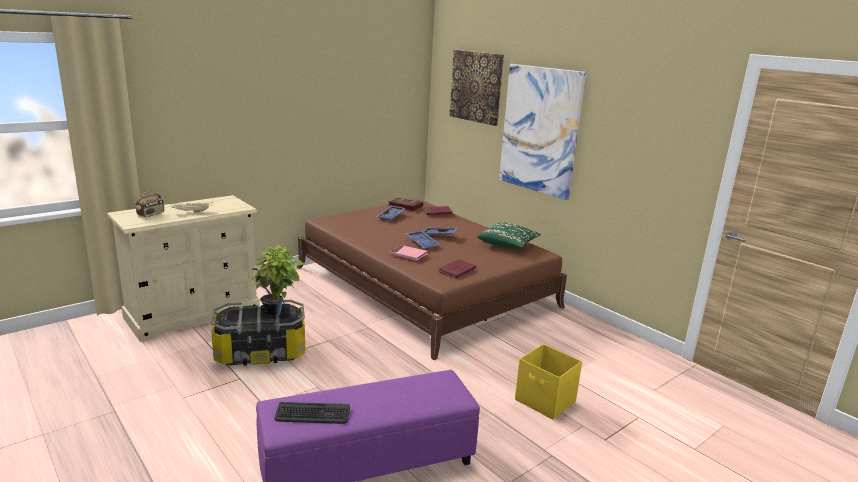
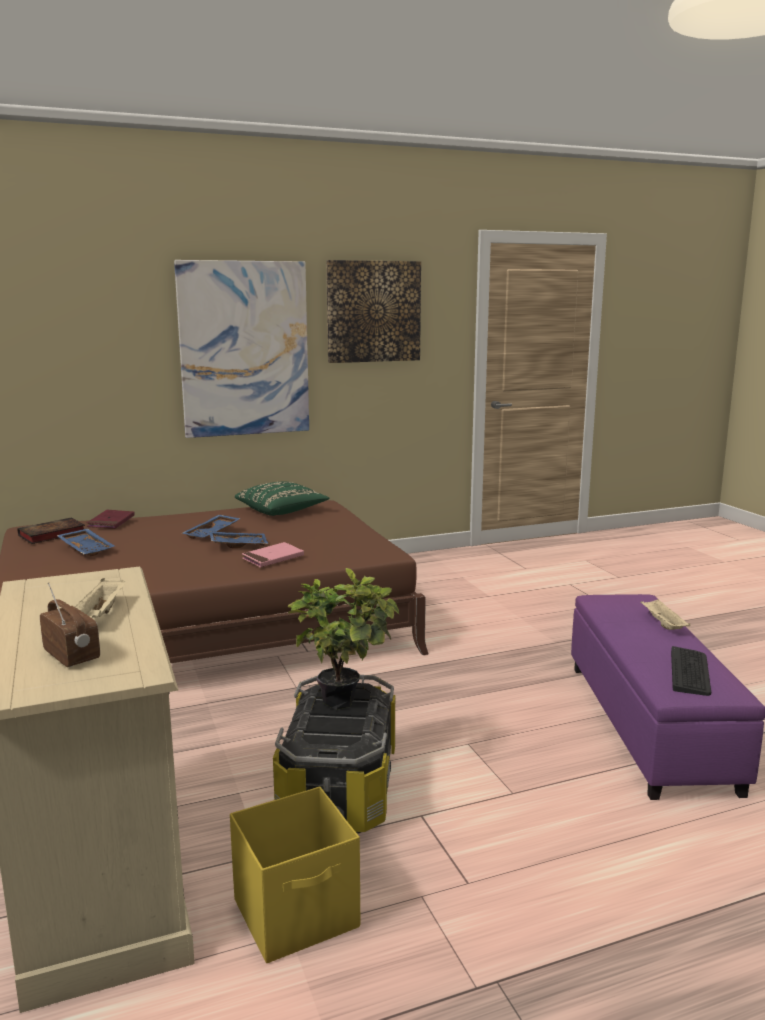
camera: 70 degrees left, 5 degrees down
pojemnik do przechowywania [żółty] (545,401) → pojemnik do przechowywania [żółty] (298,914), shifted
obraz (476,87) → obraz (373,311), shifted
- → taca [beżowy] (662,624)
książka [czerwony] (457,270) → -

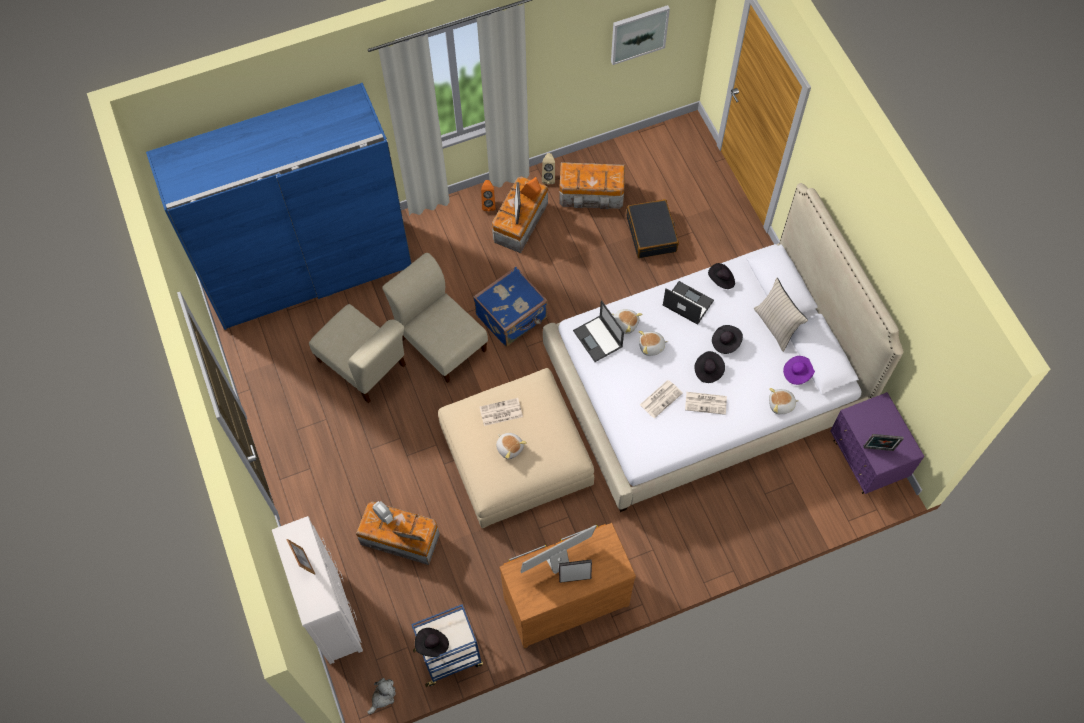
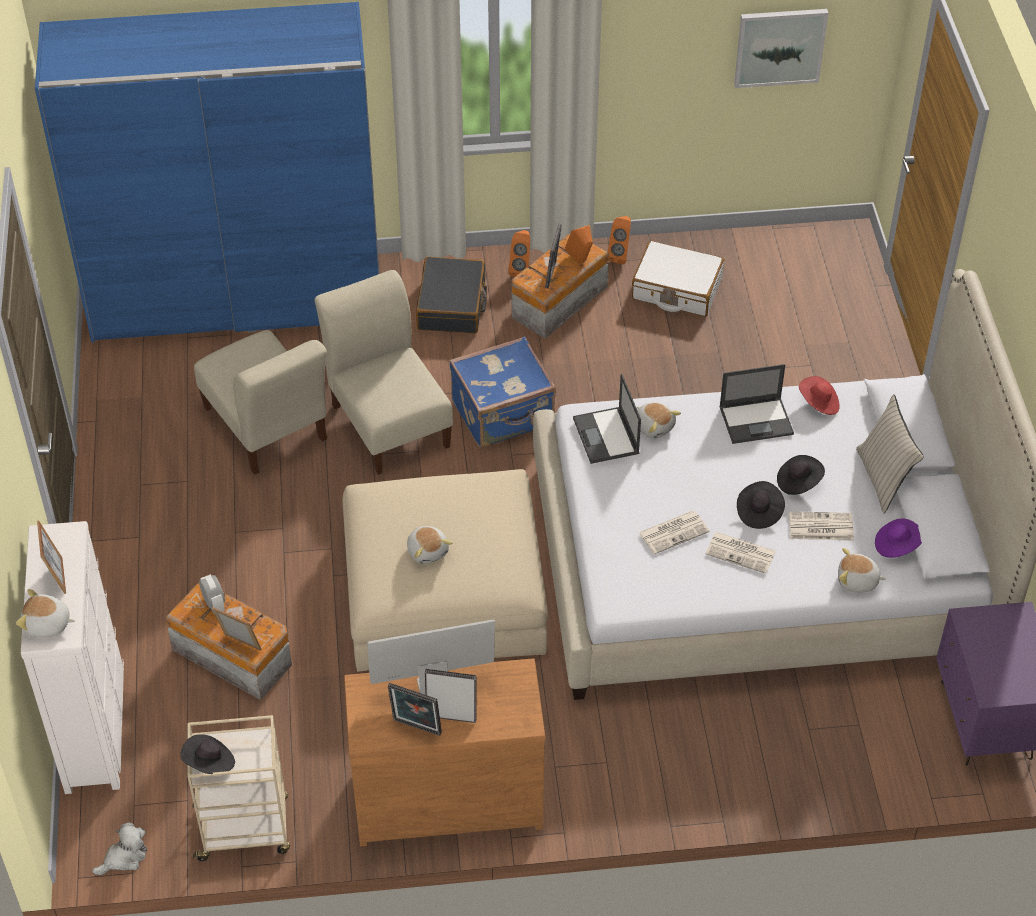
camera: 15 degrees right, 15 degrees down
pluszak (651,347) → pluszak (47,625), shifted
wózek [niebieski] (450,656) → wózek [beżowy] (245,829)
ramka na zdjęcie (878,450) → ramka na zdjęcie (416,729), shifted
walizka [czarny] (651,234) → walizka [czarny] (452,305), shifted
głośnik [beżowy] (548,177) → głośnik [pomarańczowy] (620,255)
pojemnik do przechowywania (592,194) → walizka [biały] (676,289)
laptop (687,303) → laptop (757,420), 120 degrees clockwise
gazeta (500,412) → gazeta (820,527), shifted
kapelusz [czarny] (721,280) → kapelusz [czerwony] (819,404)

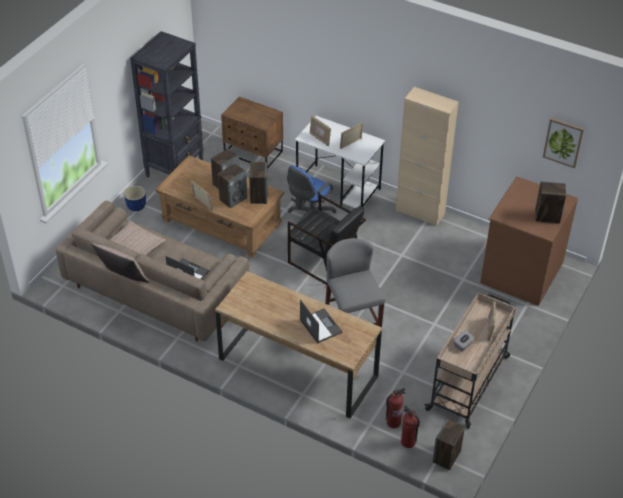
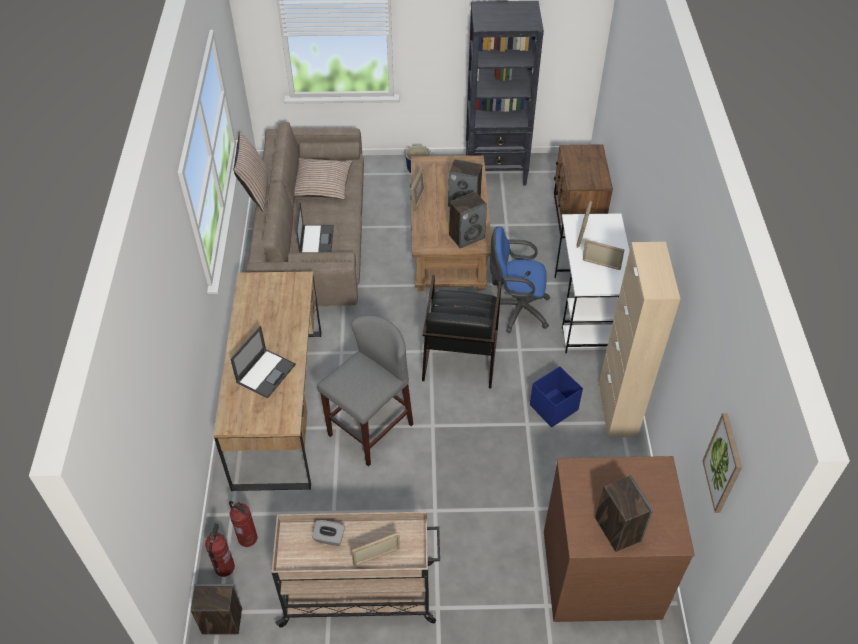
camera: 60 degrees right, 5 degrees up
- → pojemnik do przechowywania [niebieski] (553,408)
głośnik (233,199) → -

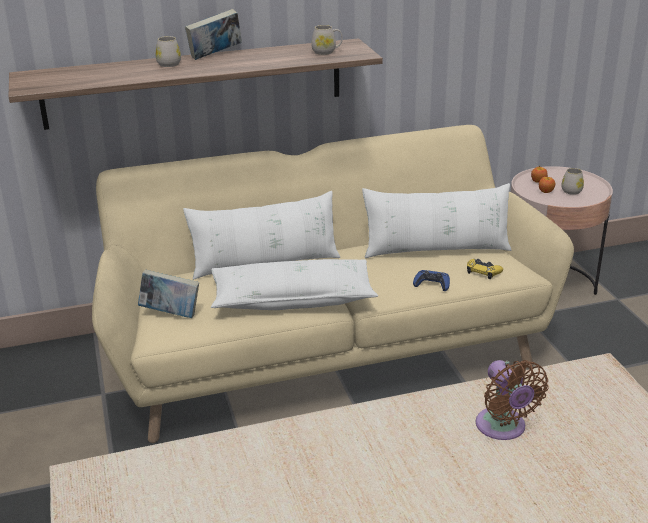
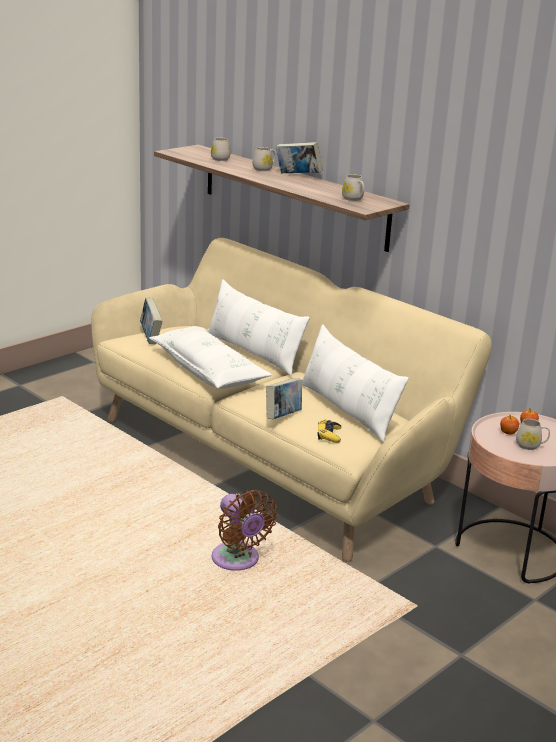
camera: 60 degrees right, 5 degrees down
- → kubek [biały] (219,158)
wentylator [brązowy] (503,428) → wentylator [brązowy] (238,560), 75 degrees counterclockwise
pad do gier [niebieski] (432,284) → książka (283,416)

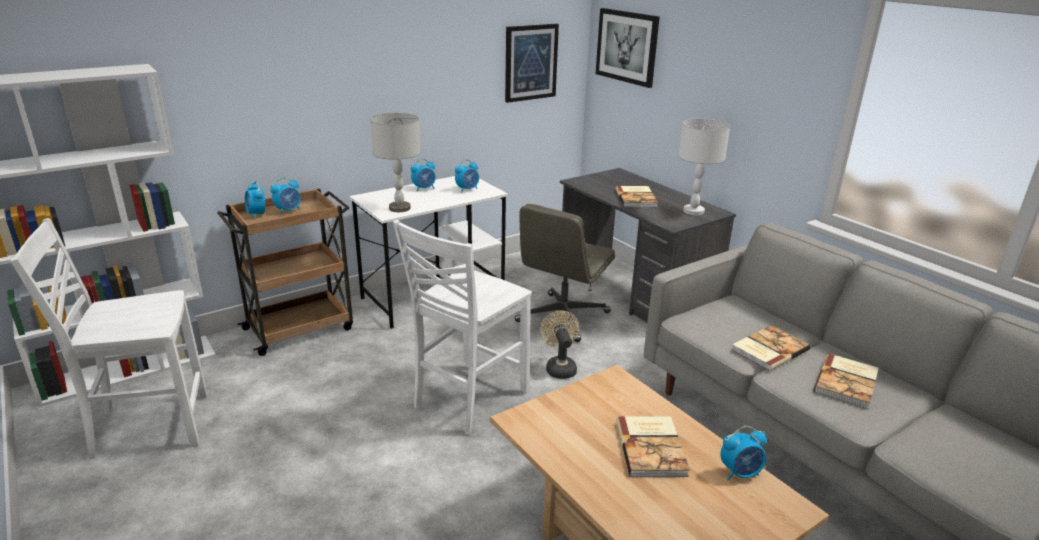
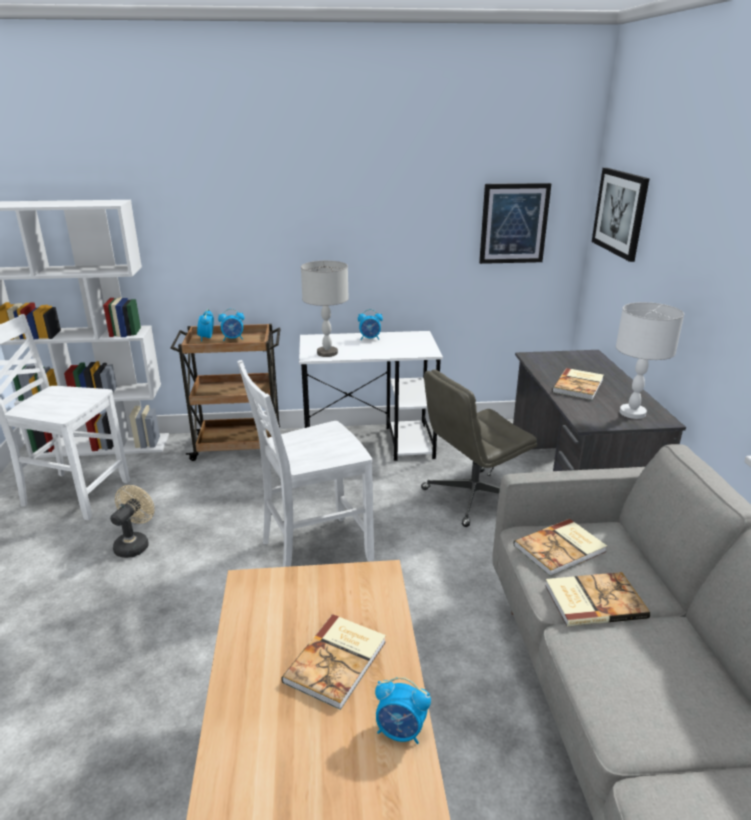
camera: 30 degrees right, 0 degrees up
wentylator [beżowy] (559,367) → wentylator [beżowy] (135,544), shifted
książka (847,382) → książka (561,549), shifted
budzik (467,189) → -

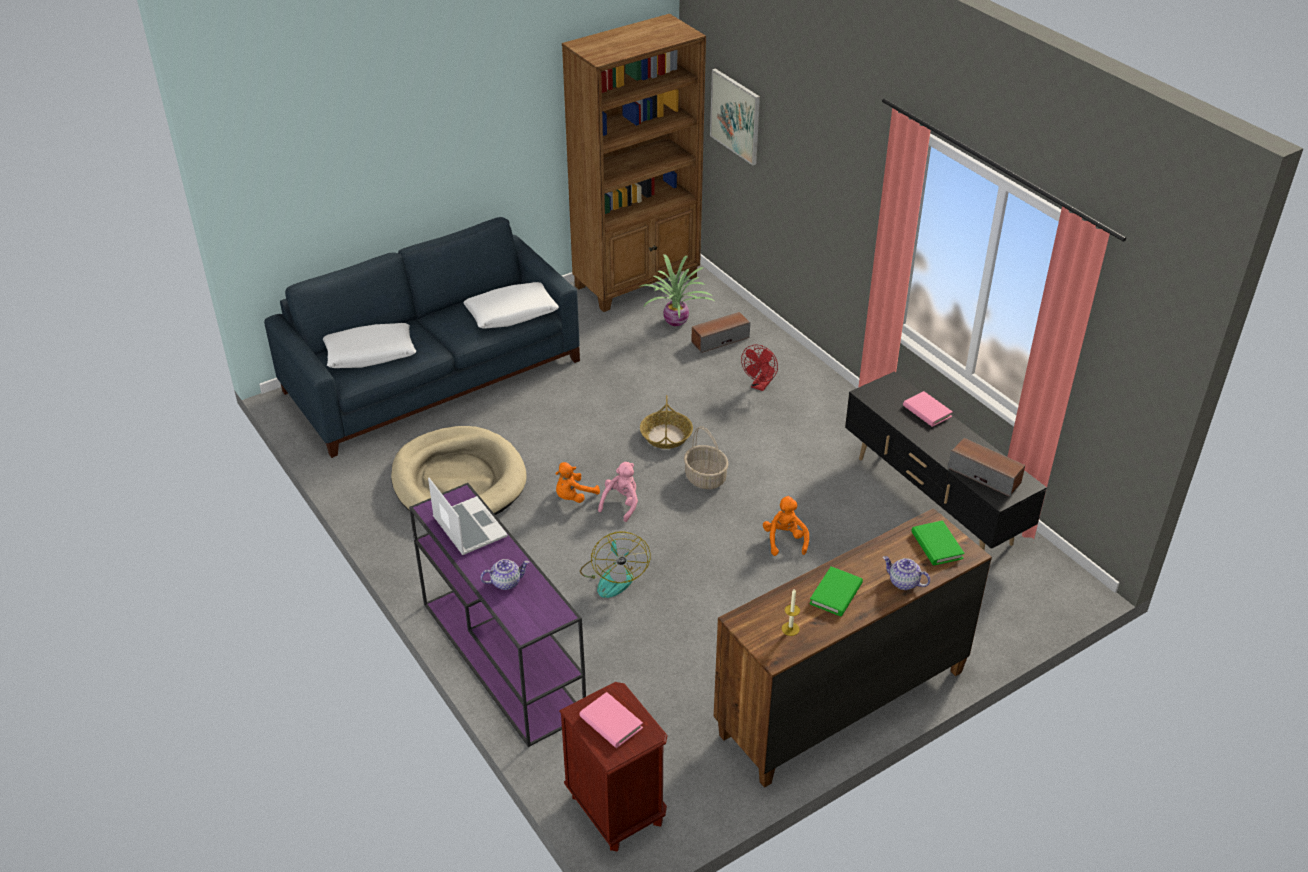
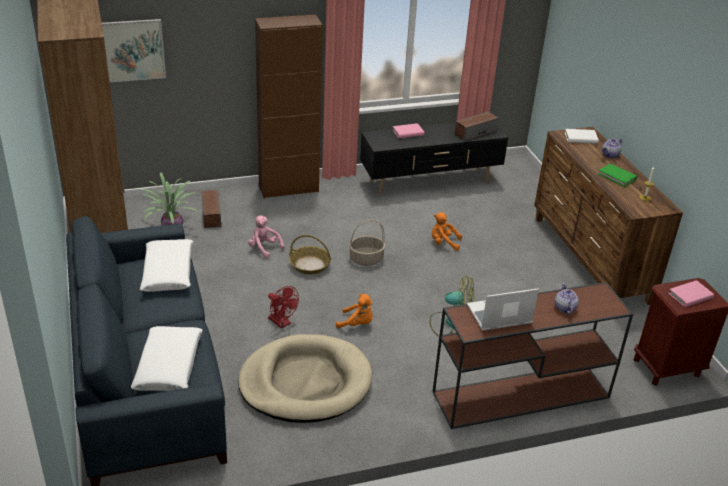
camera: 75 degrees left, 5 degrees down
pluszak [różowy] (621,504) → pluszak [różowy] (264,248), shifted
- → szafka [brązowy] (288,188)
wentylator [czerwony] (760,385) → wentylator [czerwony] (282,323), shifted
pluszak [pomarańczowy] (574,497) → pluszak [pomarańczowy] (357,324), 45 degrees counterclockwise
stolik konsolowy [fioletowy] (500,657) → stolik konsolowy [brązowy] (519,395)
książka [zielony] (936,545) → książka [biały] (581,138)

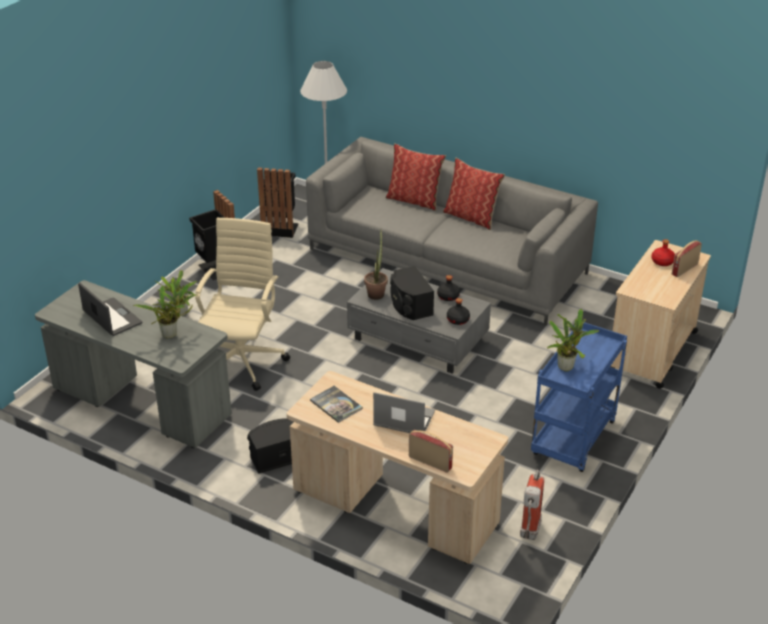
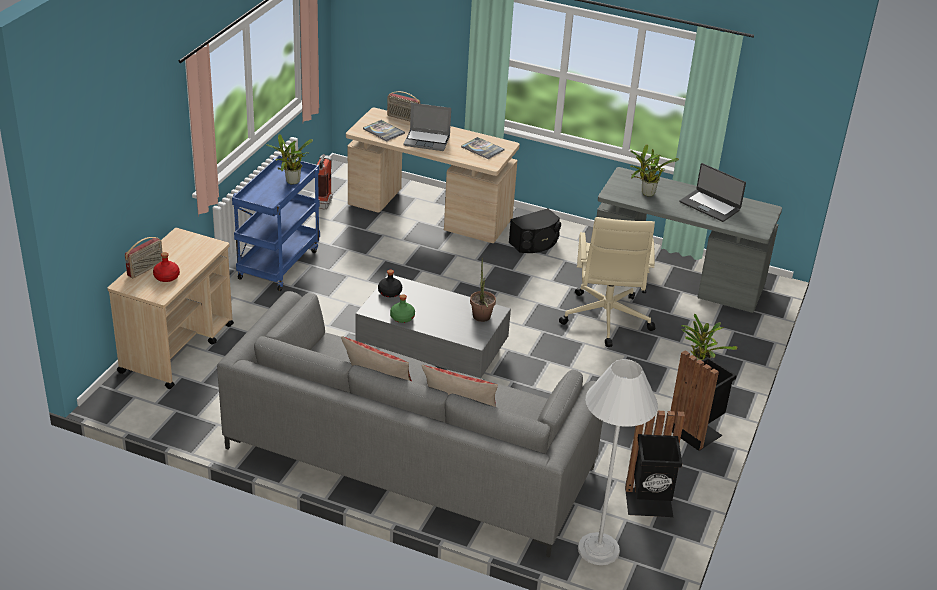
camera: 170 degrees right, 0 degrees up
- → książka (383,131)
butelka [czarny] (448,296) → butelka [zielony] (402,317)
głośnik [czarny] (410,305) → -

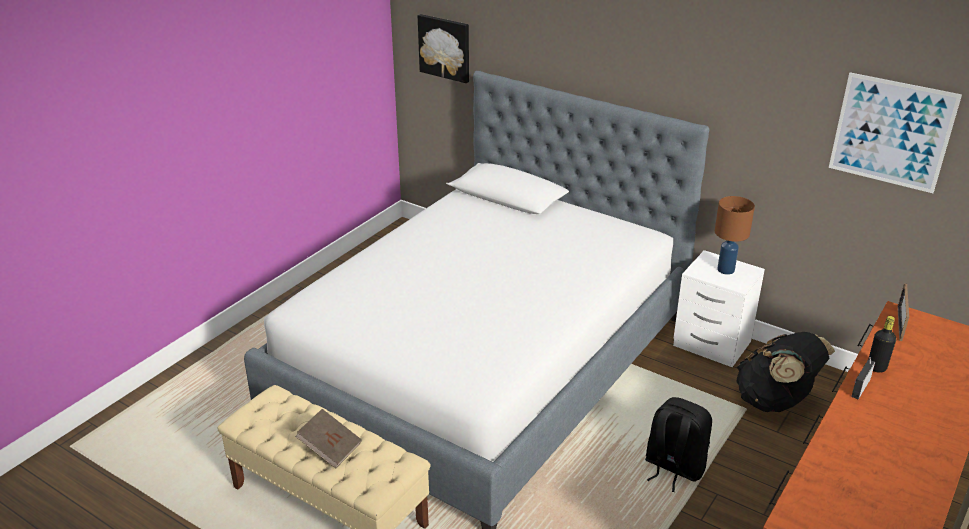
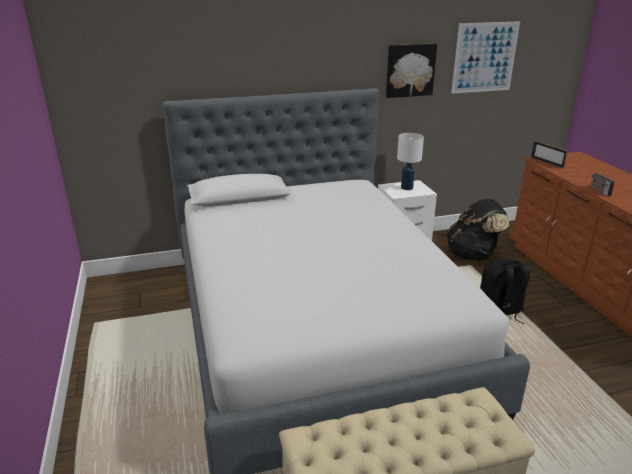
camera: 50 degrees left, 5 degrees down
obraz (445,47) → obraz (410,70), shifted
lampa stołowa [brązowy] (726,269) → lampa stołowa [biały] (406,187)
książka [brązowy] (330,448) → -
butelka [czarny] (876,368) → -

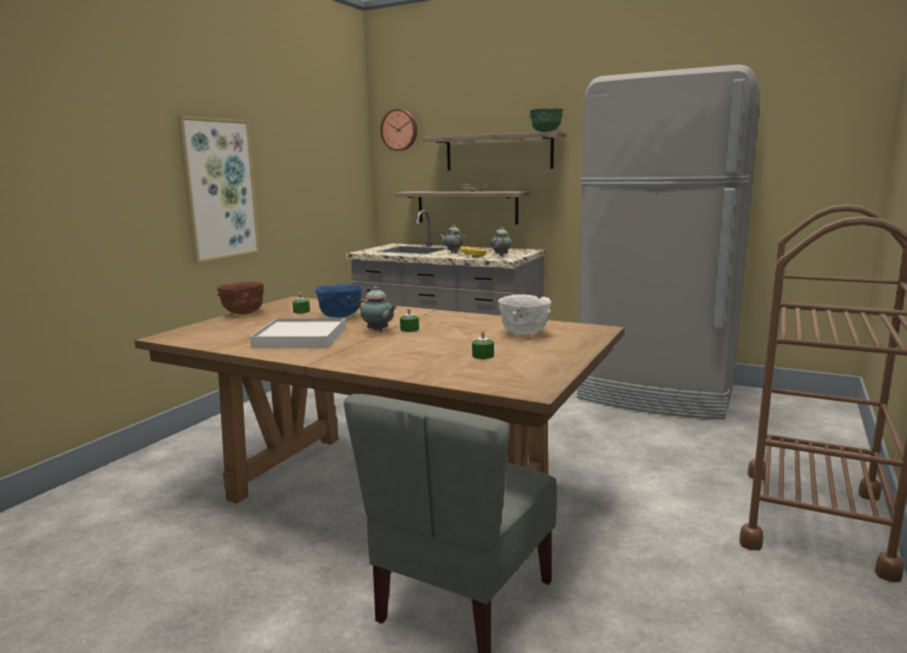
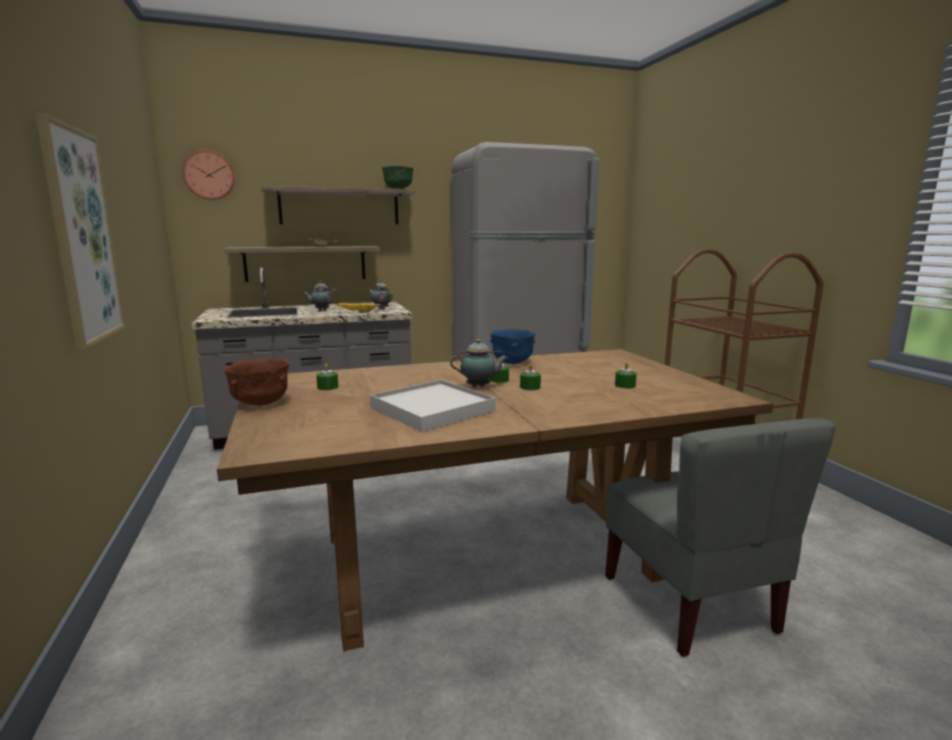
camera: 45 degrees left, 0 degrees up
miska [niebieski] (340,317) → miska [niebieski] (512,363), shifted
- → świeca [zielony] (530,387)
miska [biały] (524,333) → -

